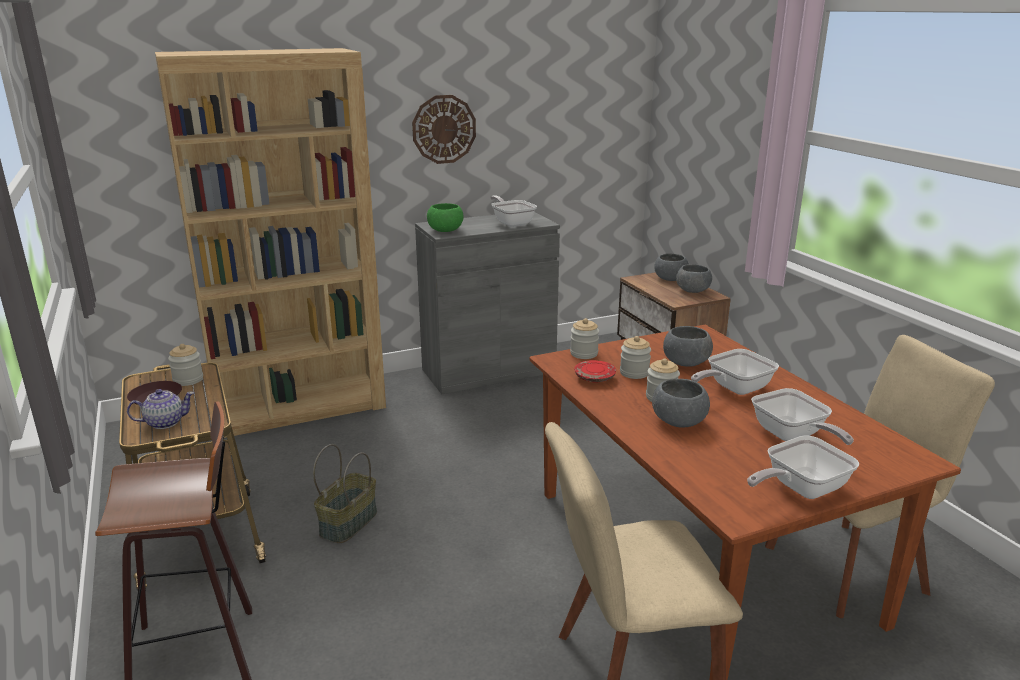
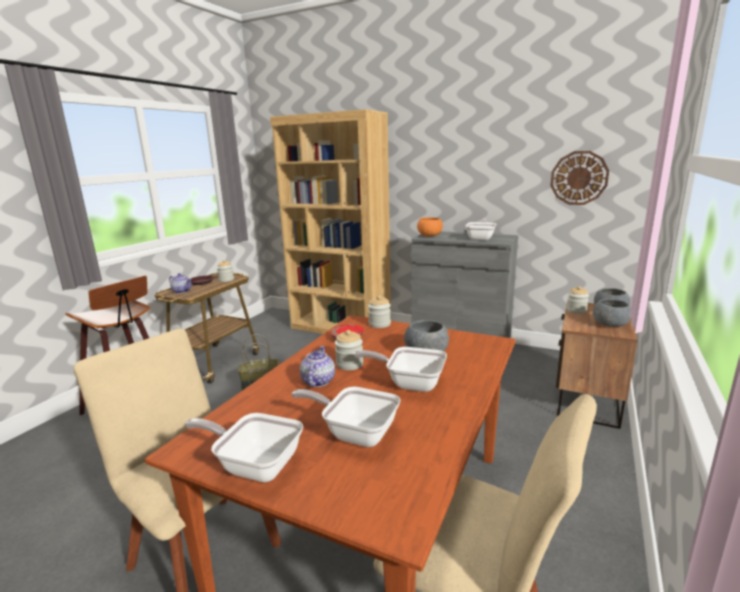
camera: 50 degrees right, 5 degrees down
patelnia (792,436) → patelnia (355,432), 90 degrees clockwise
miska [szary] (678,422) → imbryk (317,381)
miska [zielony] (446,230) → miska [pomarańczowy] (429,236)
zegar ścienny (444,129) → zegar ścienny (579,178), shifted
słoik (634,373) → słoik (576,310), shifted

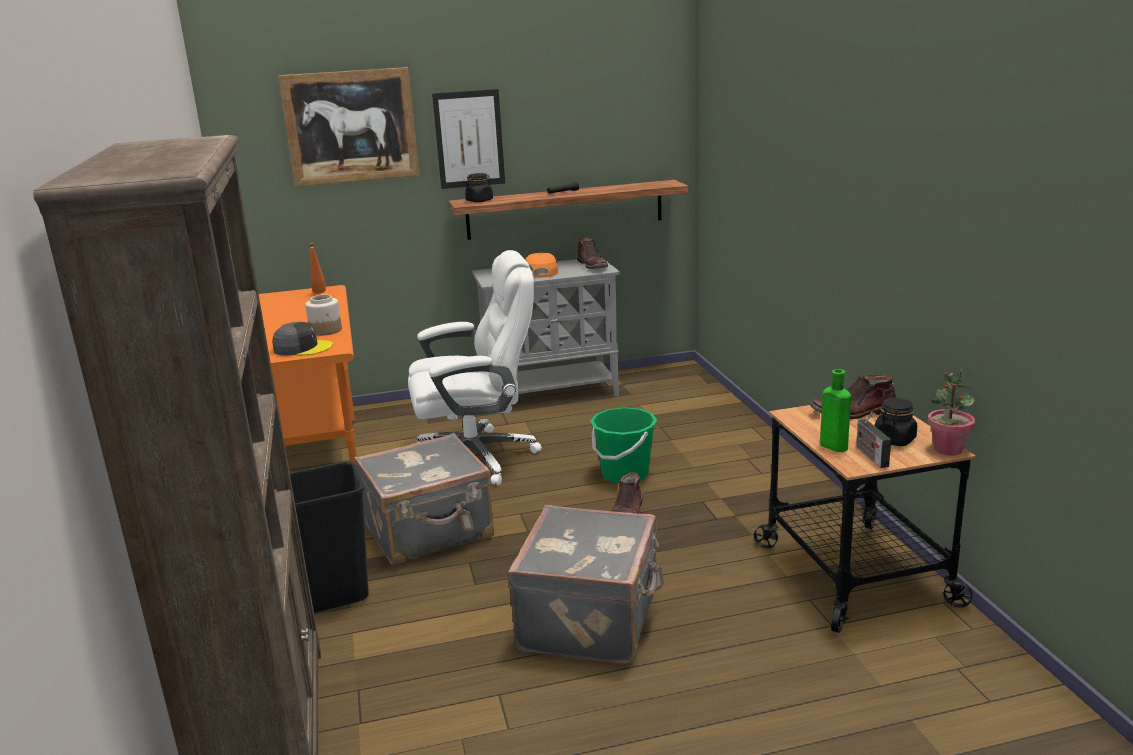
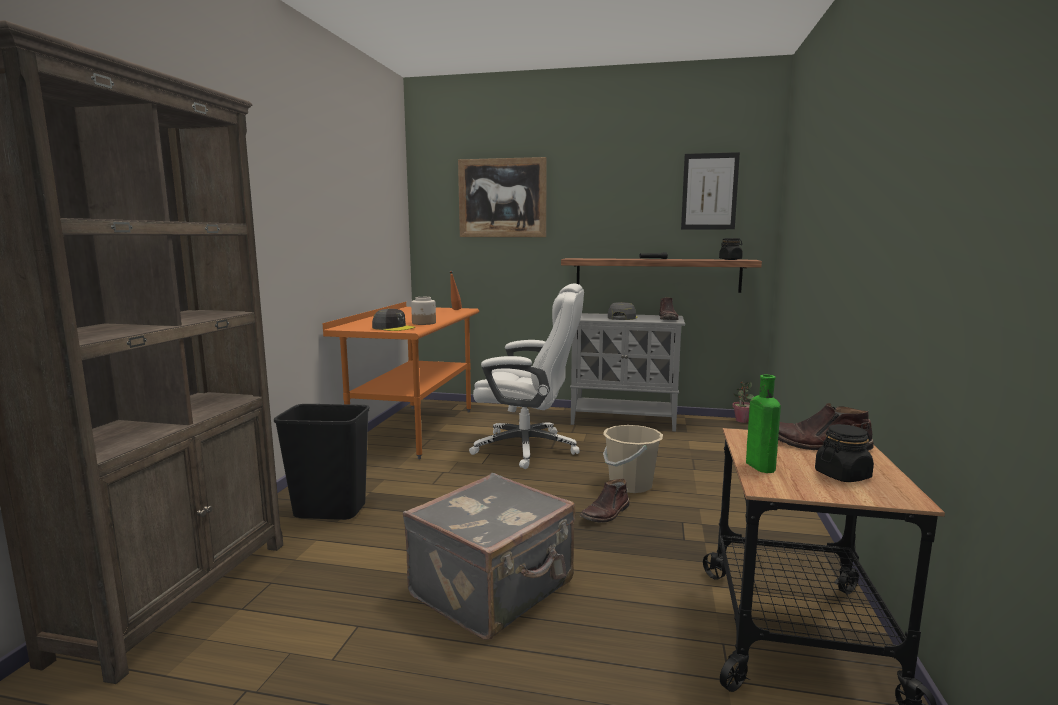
camera: 25 degrees right, 10 degrees down
wiadro [zielony] (624,474) → wiadro [beżowy] (630,485)
czapka z daszkiem [pomarańczowy] (540,272) → czapka z daszkiem [szary] (622,318)
obraz (469,139) → obraz (709,191), shifted
słoik [czarny] (479,200) → słoik [czarny] (730,259), shifted
roślina doniczkowa (947,449) → roślina doniczkowa (742,420), shifted
walizka [szary] (430,532) → -
radio (870,455) → -

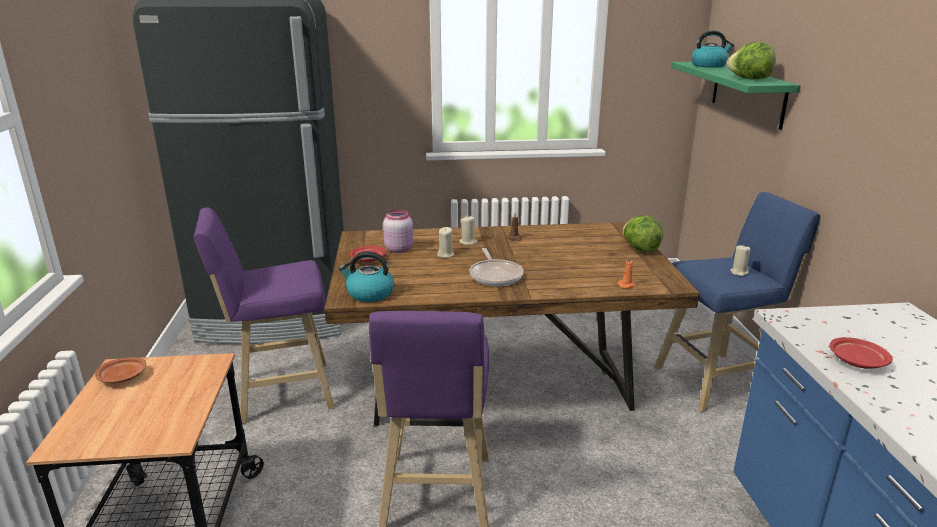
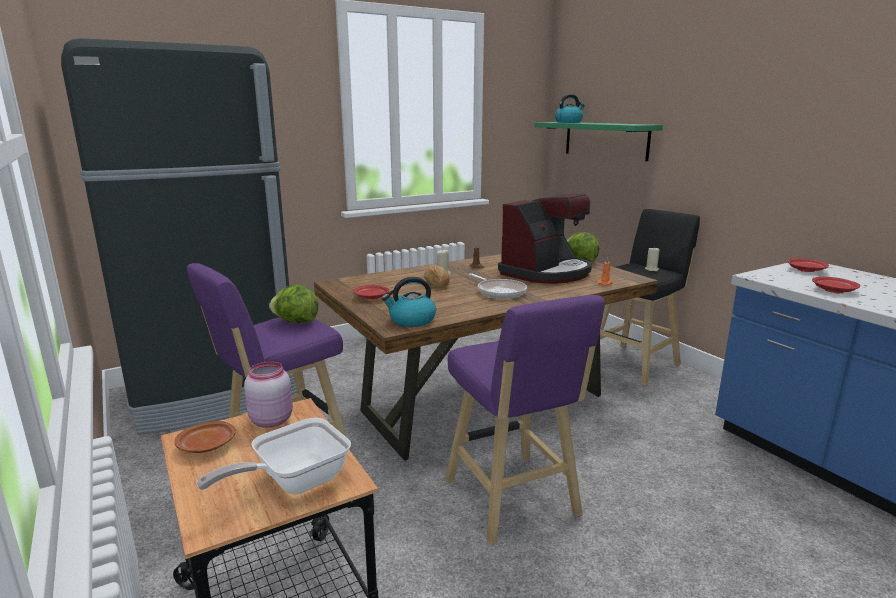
camera: 25 degrees left, 5 degrees down
- → patelnia (293,482)
słoik [różowy] (399,249) → słoik [różowy] (271,419), shifted
sałata (749,79) → sałata (296,322), shifted
świeca [beżowy] (445,255) → chleb (436,285)
- → ekspres do kawy (546,272)
stołek [niebieski] (718,381) → stołek [czarny] (635,363)
- → talerz [czerwony] (806,270)

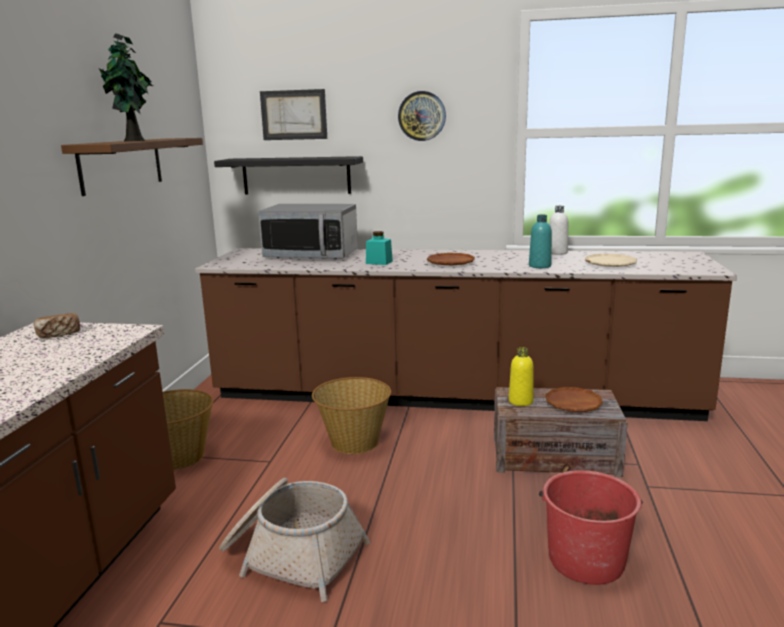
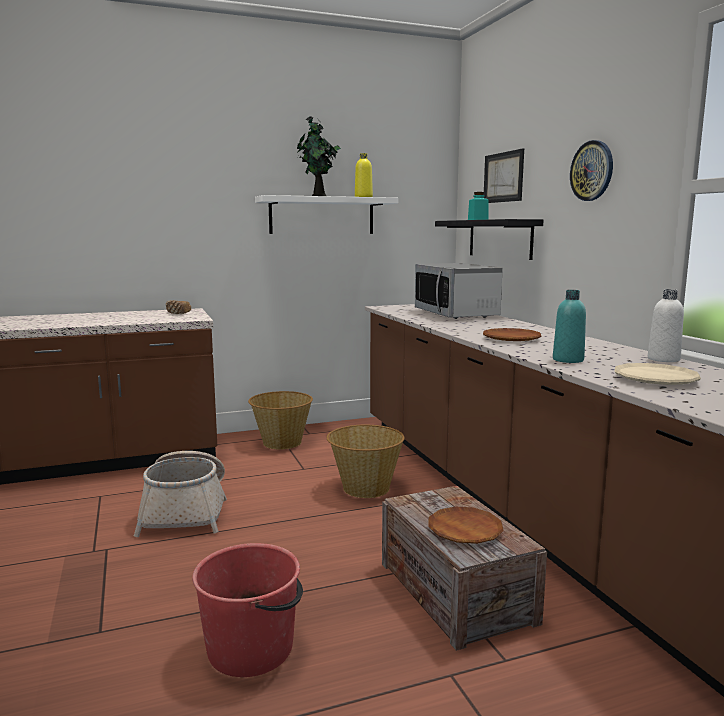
camera: 60 degrees right, 5 degrees down
półka [brązowy] (121,165) → półka [biały] (322,216)
butelka [żółty] (520,401) → butelka [żółty] (363,197), shifted
słoik [turkusowy] (379,262) → słoik [turkusowy] (478,220), shifted

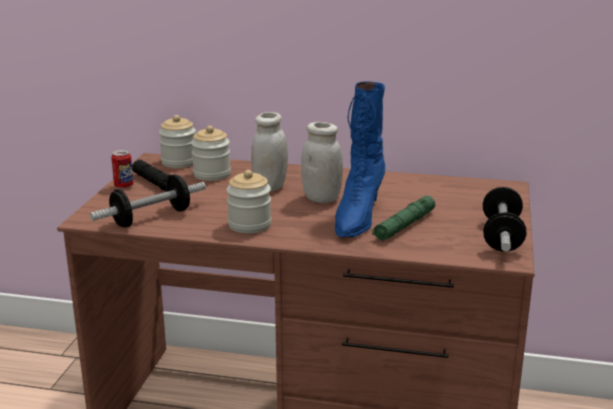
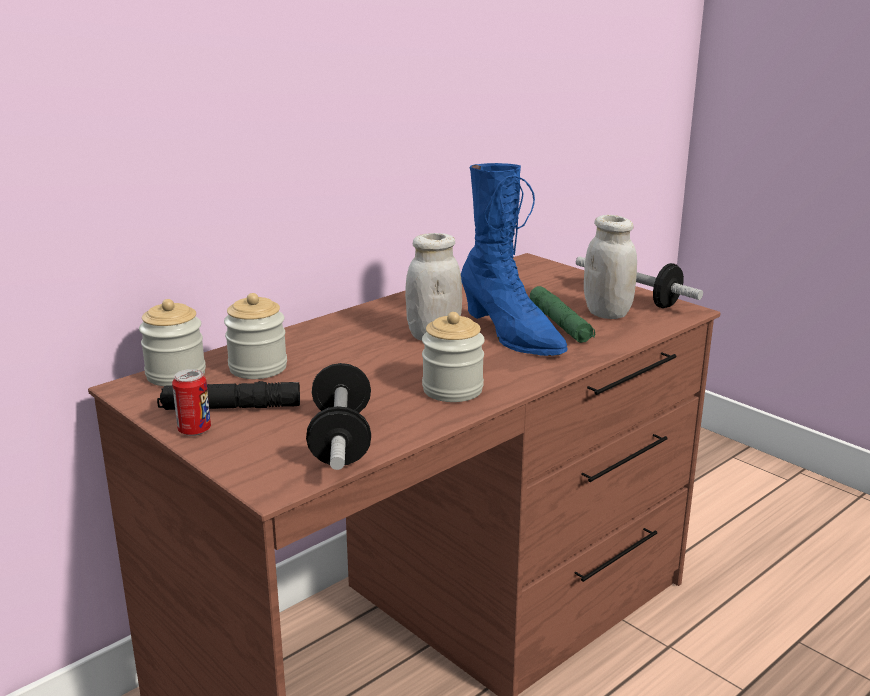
camera: 55 degrees left, 0 degrees up
słoik [biały] (270,187) → słoik [biały] (607,313), shifted

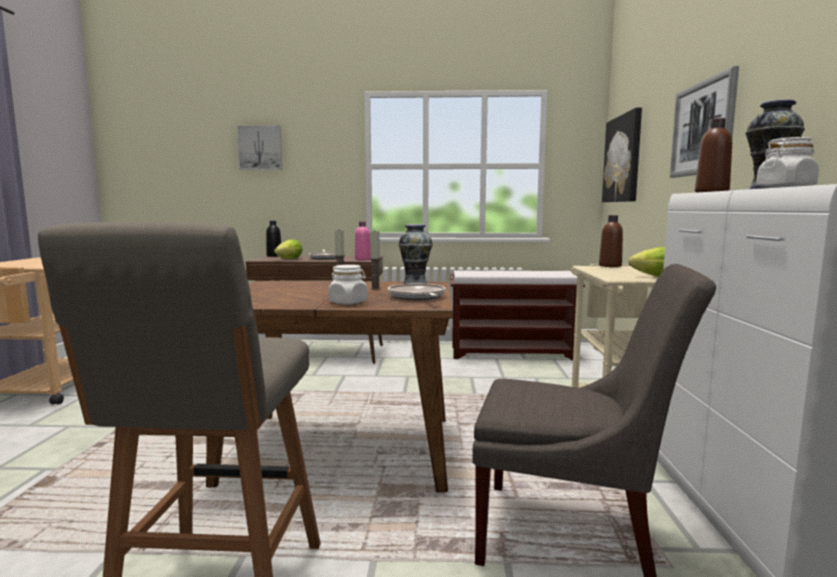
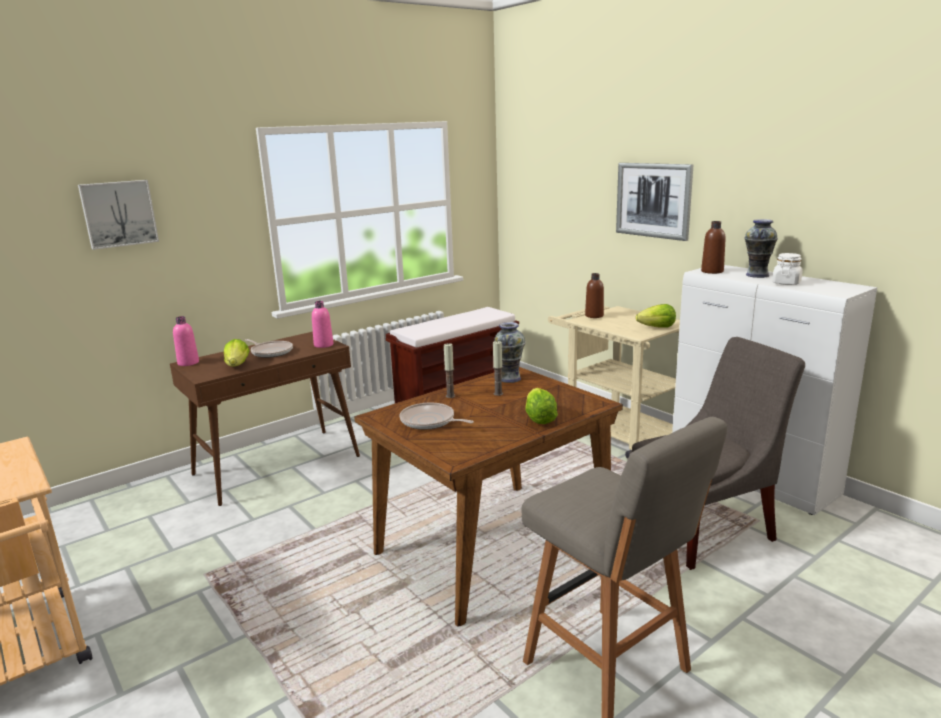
camera: 40 degrees left, 10 degrees up
butelka [czarny] (274,256) → butelka [różowy] (188,363)
patelnia (417,297) → patelnia (430,421), shifted
słoik [biały] (348,302) → sałata (539,419)
obraz (623,159) → -

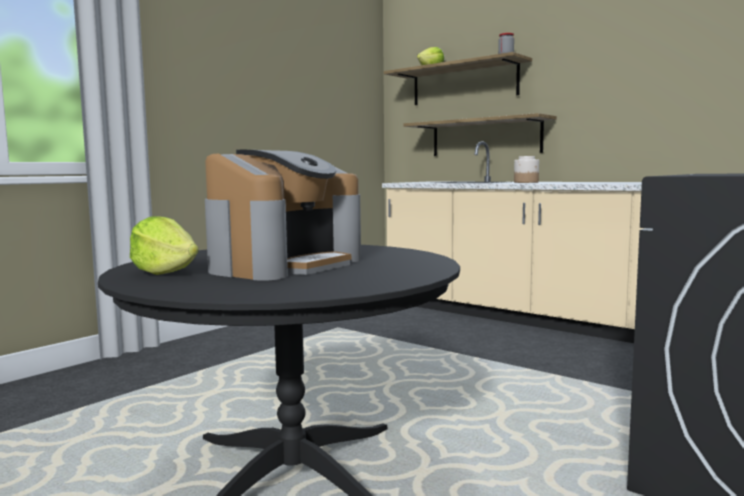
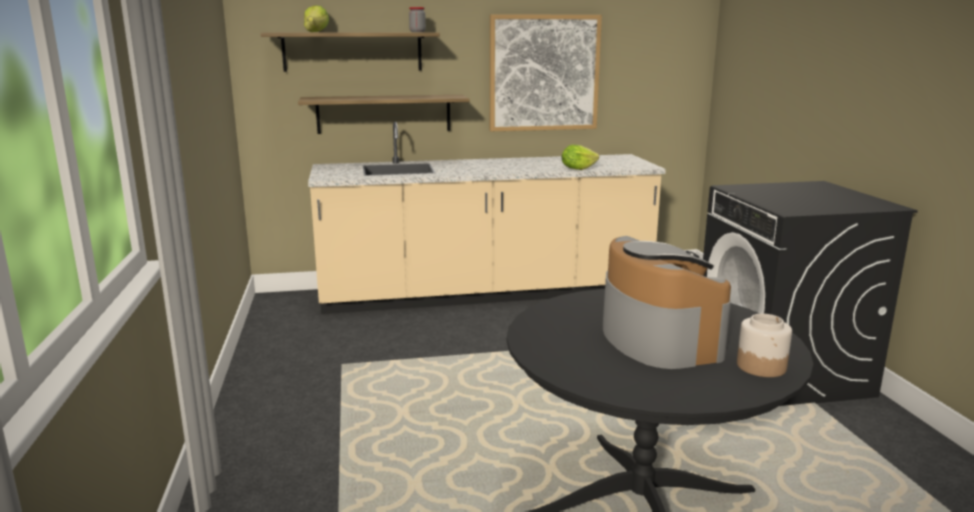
camera: 50 degrees left, 10 degrees up
- → obraz (544,73)
sałata (165,272) → sałata (577,169), shifted
słoik (526,182) → słoik (761,366), shifted

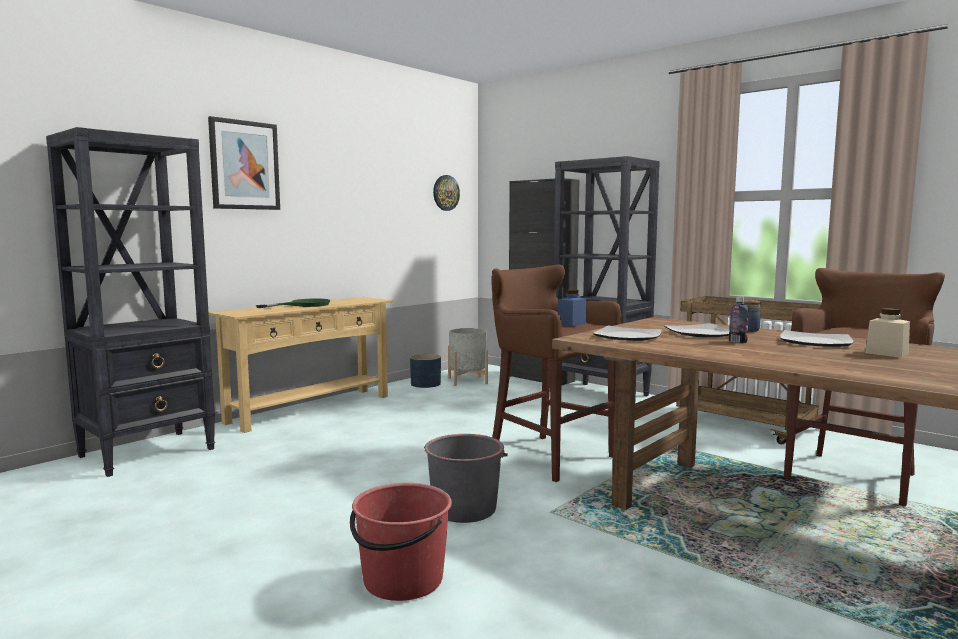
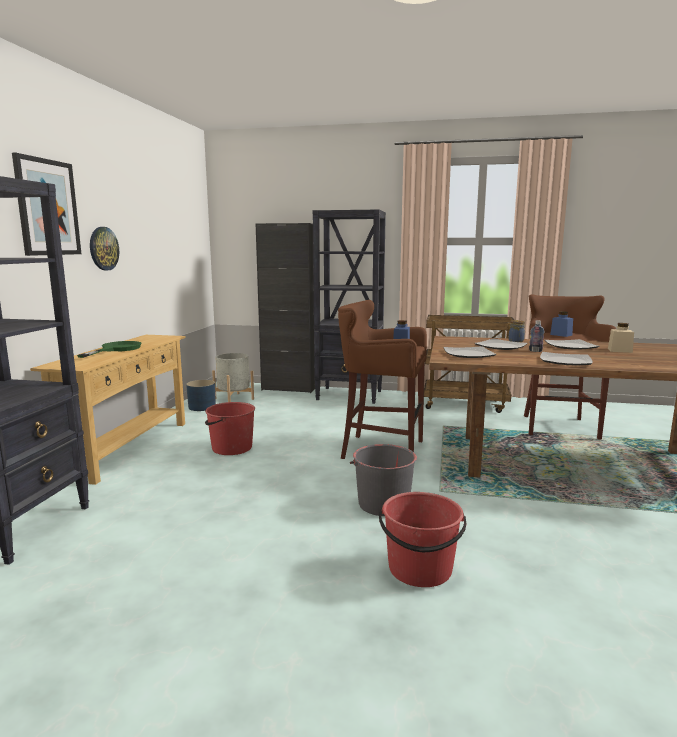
camera: 30 degrees left, 5 degrees up
zegar ścienny (445,193) → zegar ścienny (103,248), shifted
- → wiadro [czerwony] (231,448)
- → talerz (566,361)
- → słoik [niebieski] (561,335)

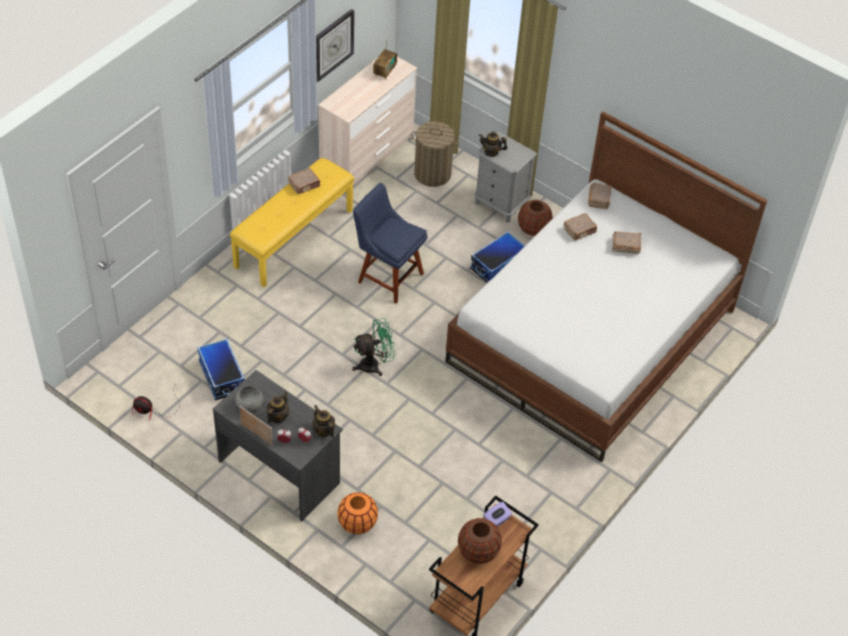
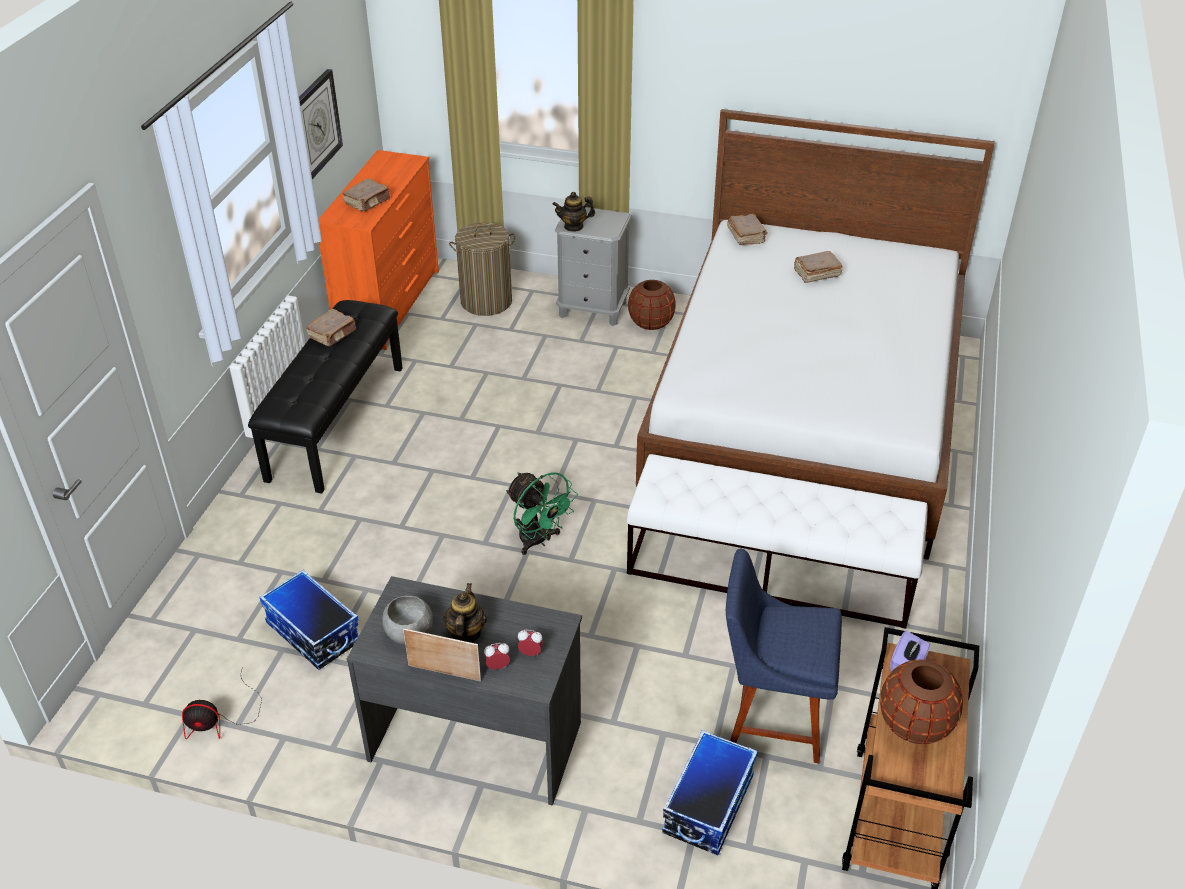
camera: 20 degrees left, 10 degrees down
ławka [żółty] (293,238) → ławka [czarny] (335,421)
komoda [beżowy] (367,157) → komoda [pomarańczowy] (390,306)
książka [brązowy] (580,230) → książka [brązowy] (368,202), shifted
wentylator [zielony] (374,365) → wentylator [zielony] (538,541), 90 degrees clockwise
- → ławka [biały] (771,570)
pojemnik do przechowywania (497,265) → pojemnik do przechowywania (707,804), shifted
krzesło [niebieski] (388,276) → krzesło [niebieski] (770,717), shifted
imbryk (323,431) → -
wazon [pomarańczowy] (357,523) → -
radio (384,71) → -

